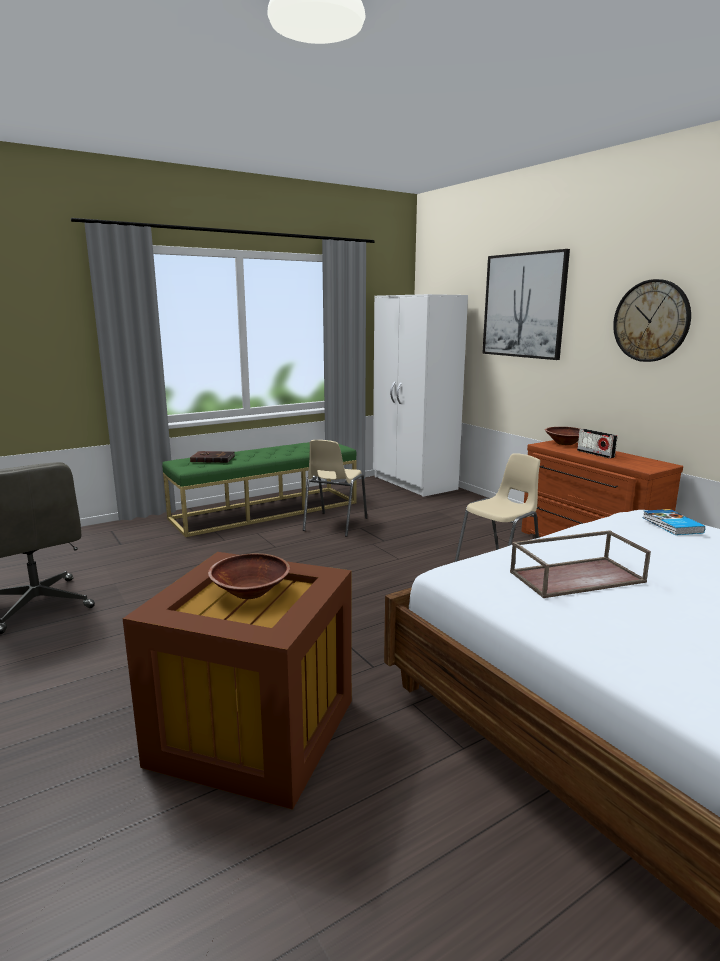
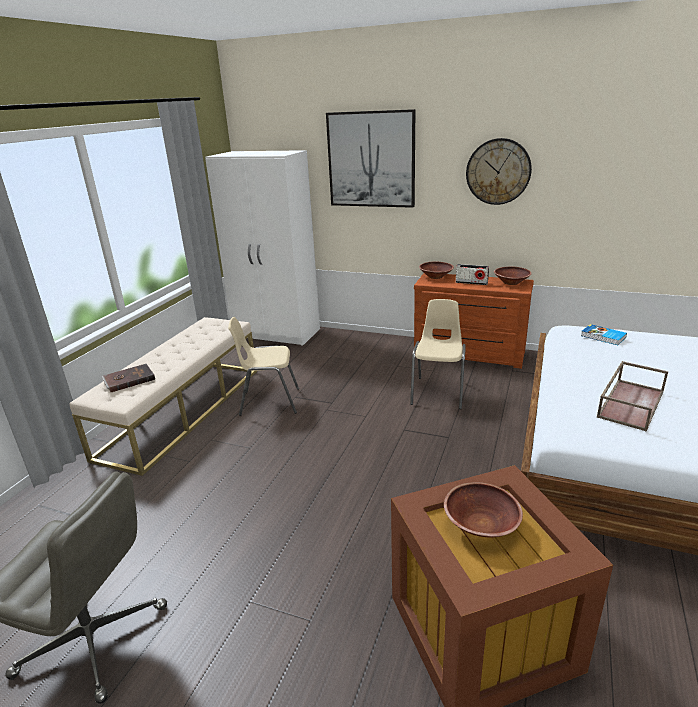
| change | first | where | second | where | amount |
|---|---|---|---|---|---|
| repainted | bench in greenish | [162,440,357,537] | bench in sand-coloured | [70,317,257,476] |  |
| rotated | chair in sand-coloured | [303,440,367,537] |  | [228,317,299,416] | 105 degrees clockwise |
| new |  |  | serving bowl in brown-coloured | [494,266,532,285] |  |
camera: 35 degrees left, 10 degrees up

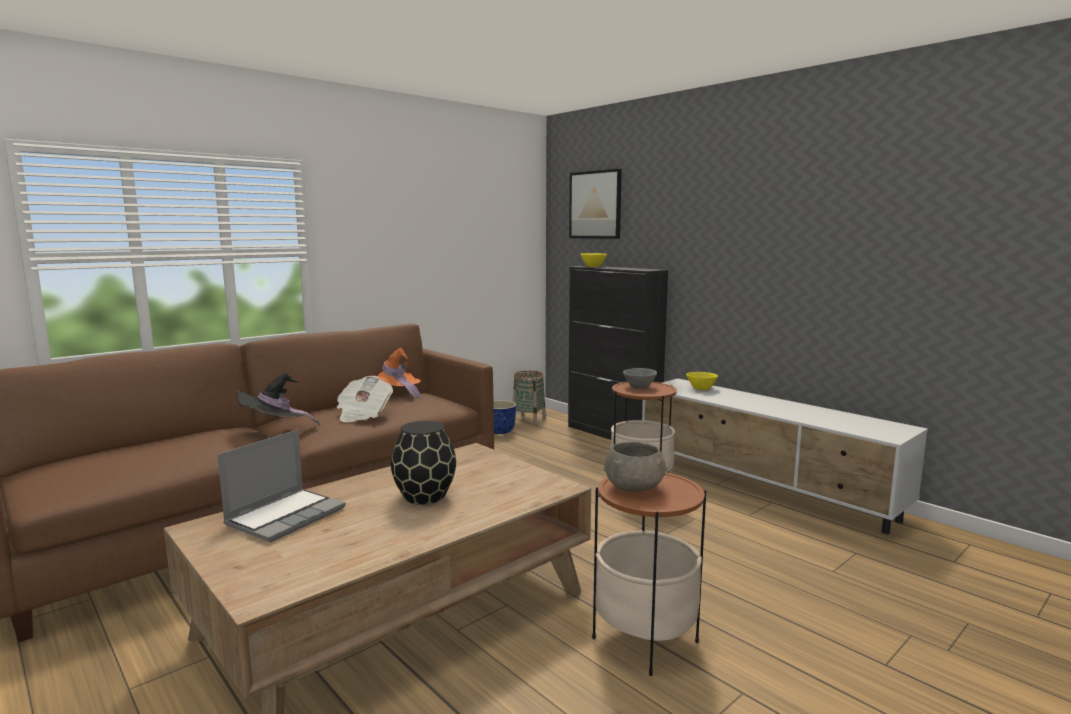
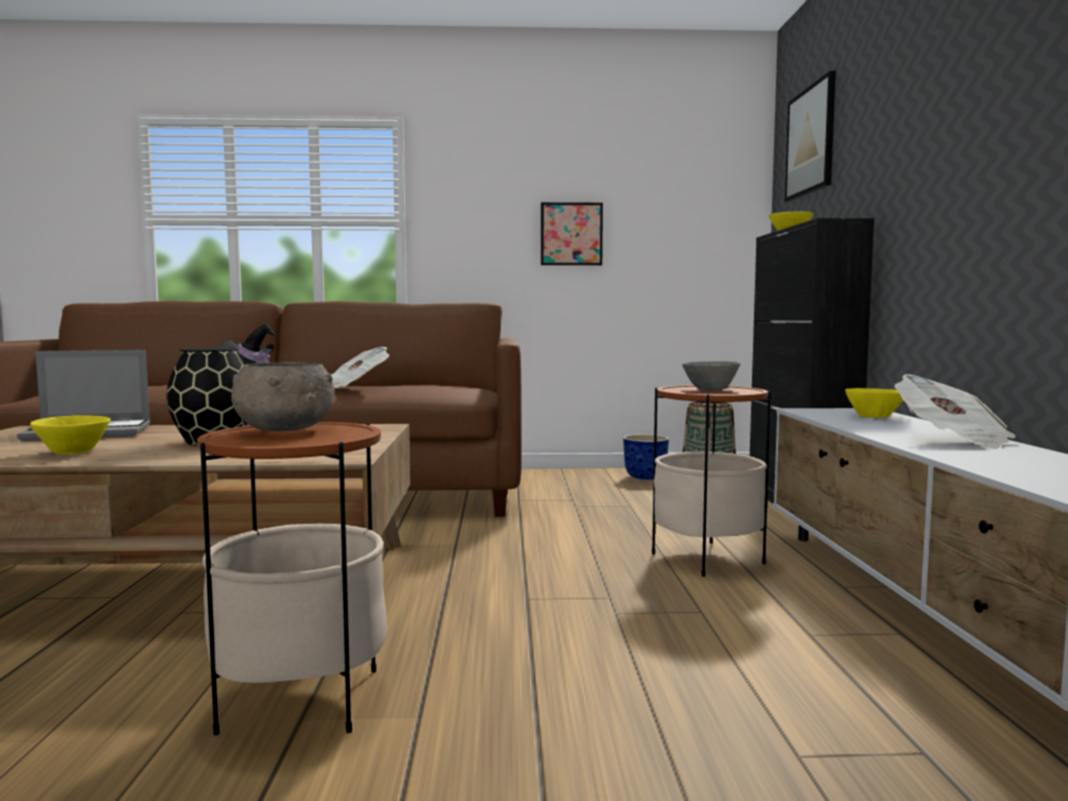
| change | first | where | second | where | amount |
|---|---|---|---|---|---|
| new |  |  | serving bowl in yellow-coloured | [30,415,111,454] |  |
| new |  |  | wall art | [541,202,603,265] |  |
| new |  |  | newspaper | [894,374,1016,450] |  |
| gone | wearable hat in orangey | [377,348,422,400] |  |  |  |
camera: 40 degrees right, 5 degrees down

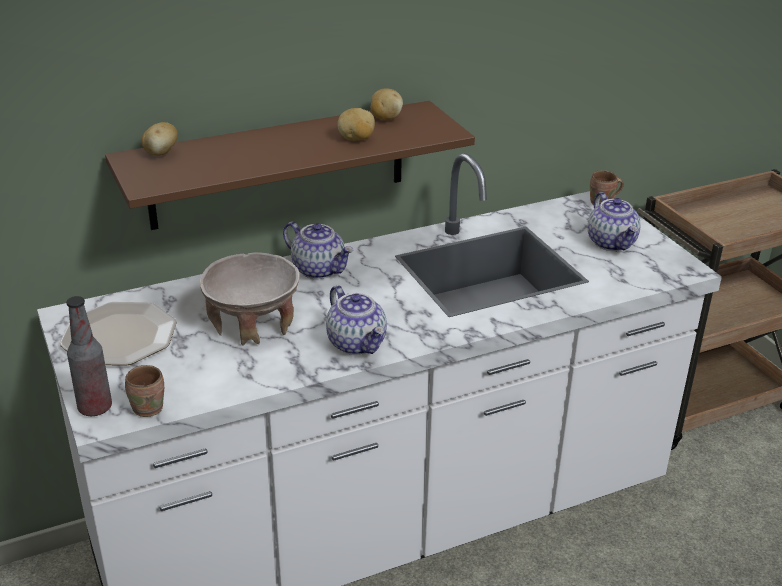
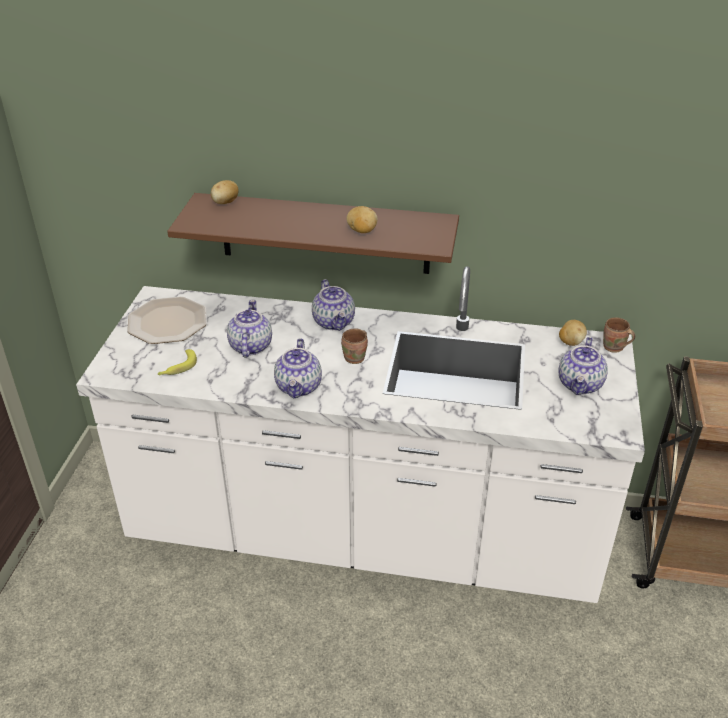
| change | first | where | second | where | amount |
|---|---|---|---|---|---|
| new |  |  | whole banana | [158,349,197,375] |  |
| swapped | serving bowl in sand-coloured | [200,252,300,345] | tea pot | [227,300,272,358] |  |
| shifted | coffee mug in brown-coloured | [125,365,164,417] |  | [341,328,368,364] |  |
| shifted | potato | [371,88,403,120] |  | [559,320,587,346] |  |
| gone | bottle | [66,296,112,416] |  |  |  |
camera: 35 degrees right, 5 degrees up

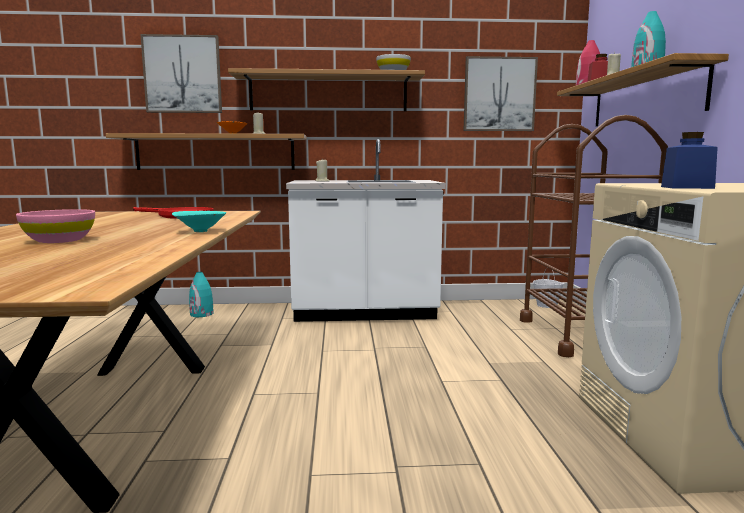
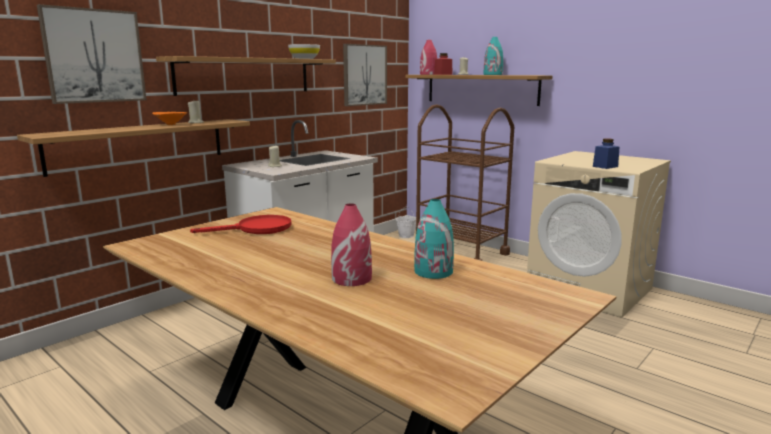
| change | first | where | second | where | amount |
|---|---|---|---|---|---|
| swapped | serving bowl in pink-coloured | [16,209,95,243] | vase in red | [331,203,372,286] |  |
| shifted | vase in turquoise | [189,272,213,317] |  | [414,199,454,279] |  |
| gone | serving bowl in turquoise | [172,211,226,232] |  |  |  |
camera: 45 degrees left, 5 degrees up

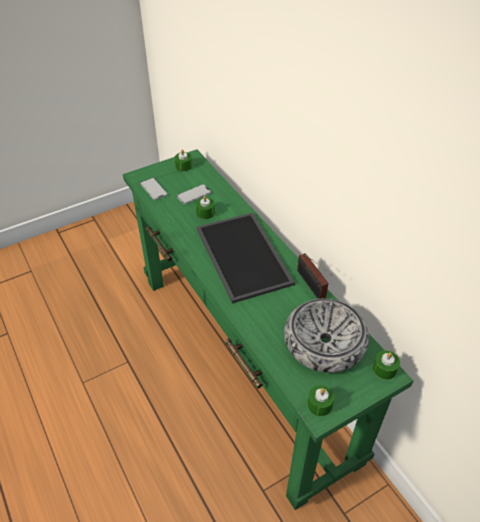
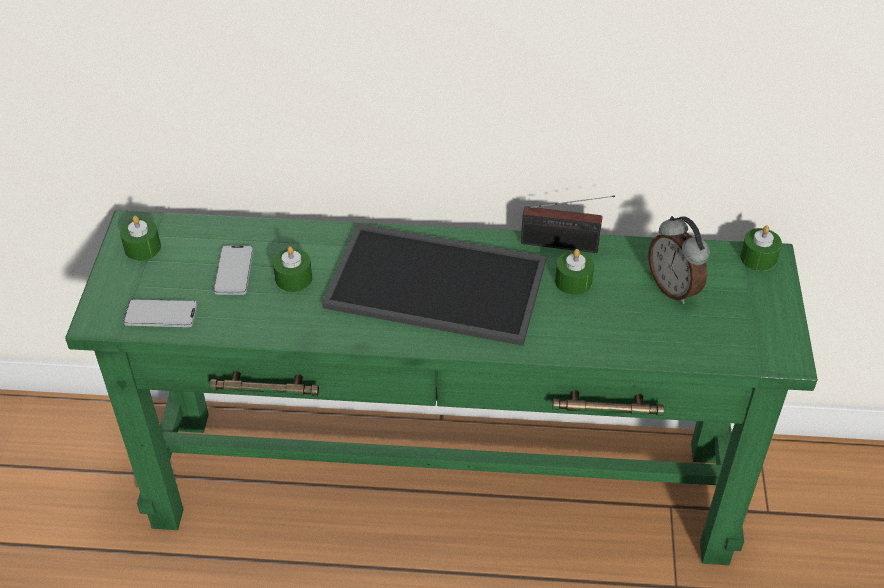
| change | first | where | second | where | amount |
|---|---|---|---|---|---|
| shifted | wax light in greenish | [307,385,334,416] |  | [555,249,594,295] |  |
| swapped | serving bowl | [284,299,369,373] | bedside clock | [648,216,710,304] |  |
camera: 55 degrees left, 0 degrees up

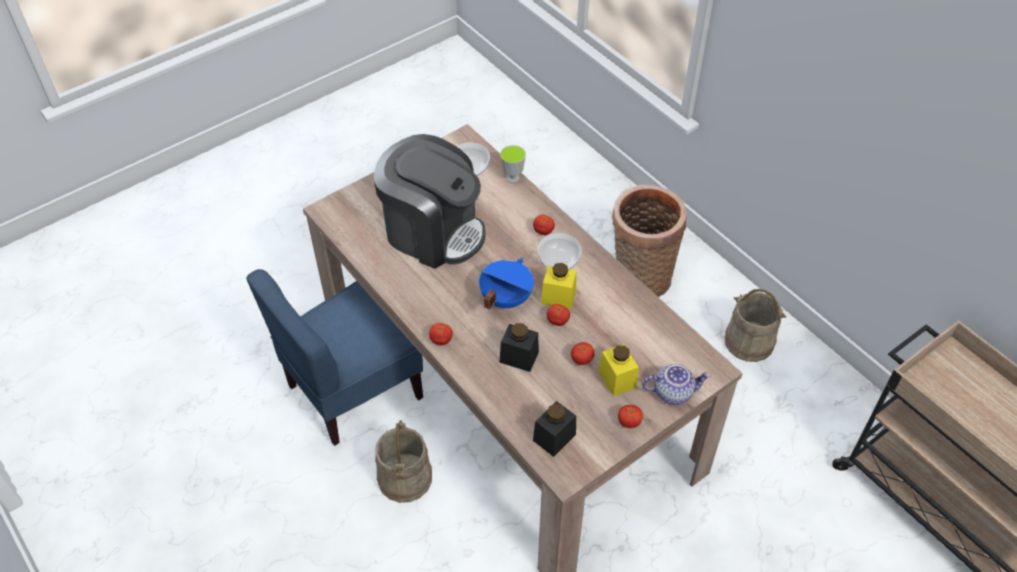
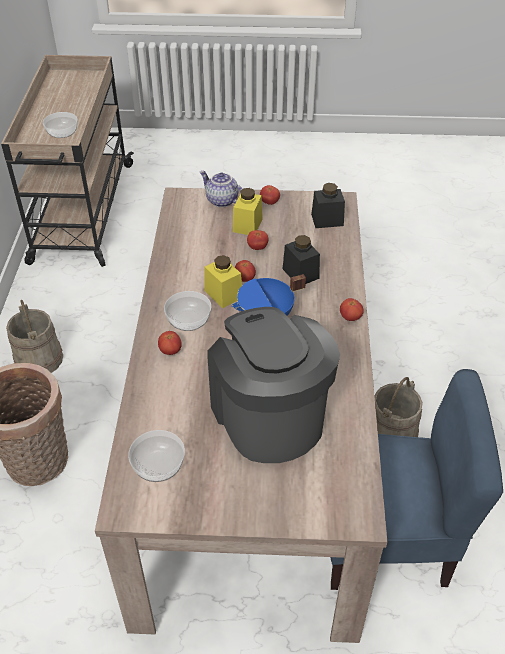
| change | first | where | second | where | amount |
|---|---|---|---|---|---|
| new |  |  | serving bowl | [43,112,78,138] |  |
| gone | drinking cup | [500,145,526,183] |  |  |  |
camera: 140 degrees left, 5 degrees down

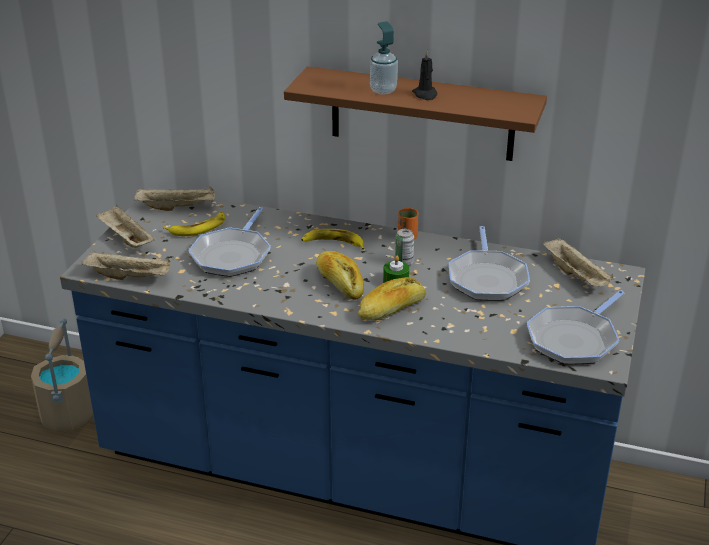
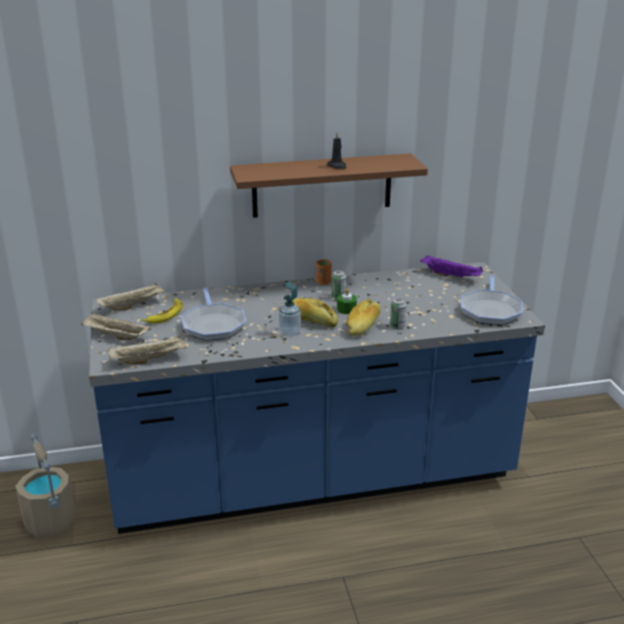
| change | first | where | second | where | amount |
|---|---|---|---|---|---|
| shifted | liquid soap bottle | [370,21,398,95] |  | [279,282,301,337] |  |
| new |  |  | sealed can | [390,298,407,329] |  |
| repainted | serving tray in sand-coloured | [543,238,613,287] | serving tray in purple | [420,255,483,277] |  |
| gone | whole banana | [301,229,365,250] |  |  |  |
| gone | pan | [449,226,530,301] |  |  |  |
camera: 30 degrees left, 5 degrees down

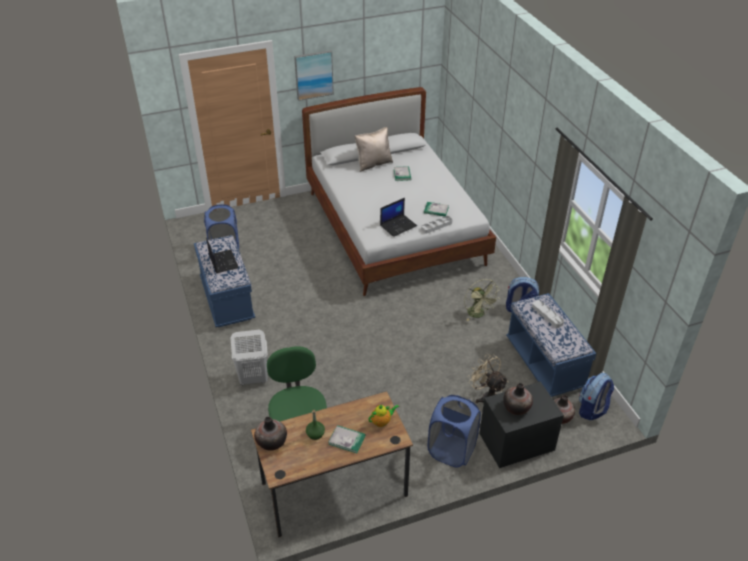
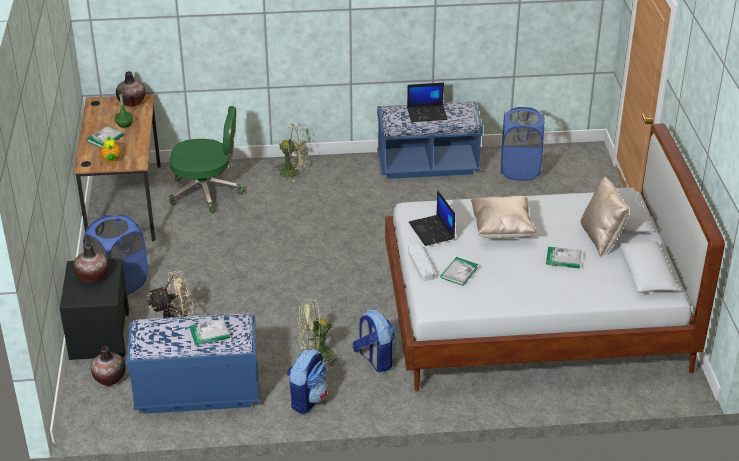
| change | first | where | second | where | amount |
|---|---|---|---|---|---|
| swapped | serving tray in greyish | [532,300,564,328] | volume | [190,319,230,345] |  |
| swapped | washing basket in white-coloured | [230,330,268,385] | cooling fan in greenish | [274,123,308,182] |  |
| shifted | knapsack | [579,373,614,420] |  | [353,309,396,372] |  |
| new |  |  | throw pillow in sand-coloured | [471,196,536,239] |  |
| gone | wall art | [294,50,334,101] |  |  |  |
camera: 105 degrees right, 5 degrees down

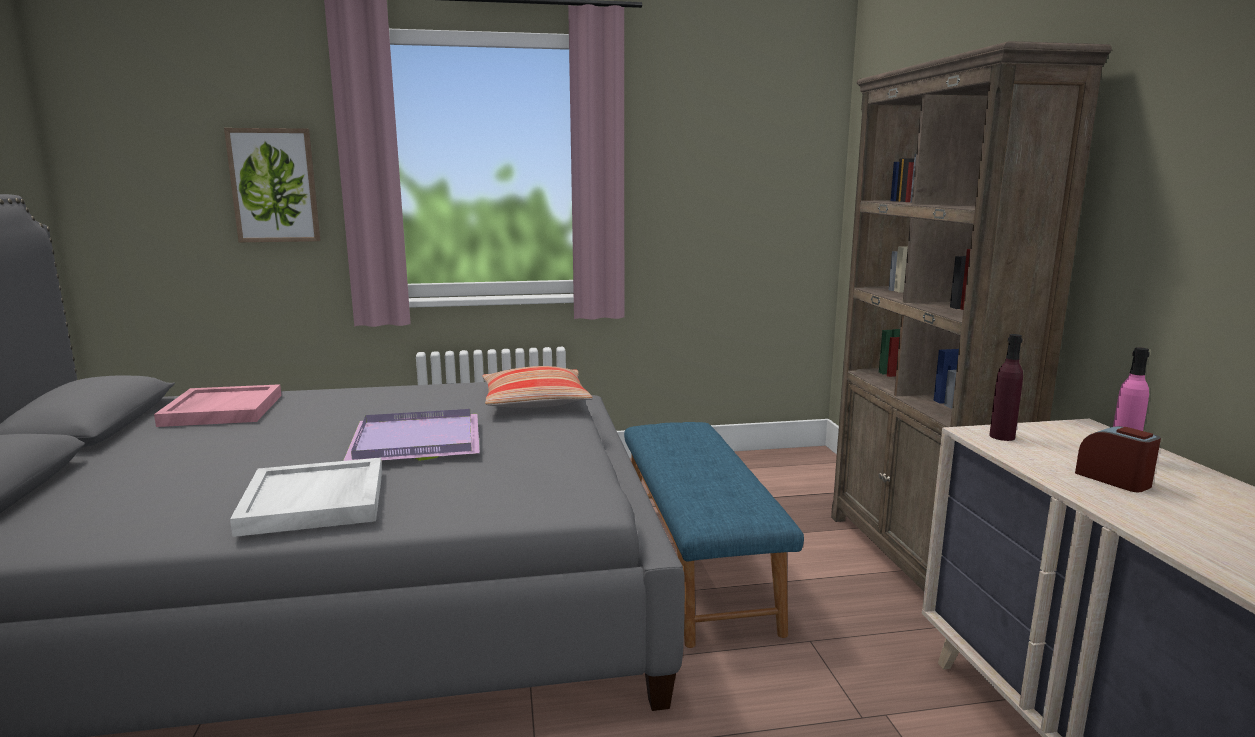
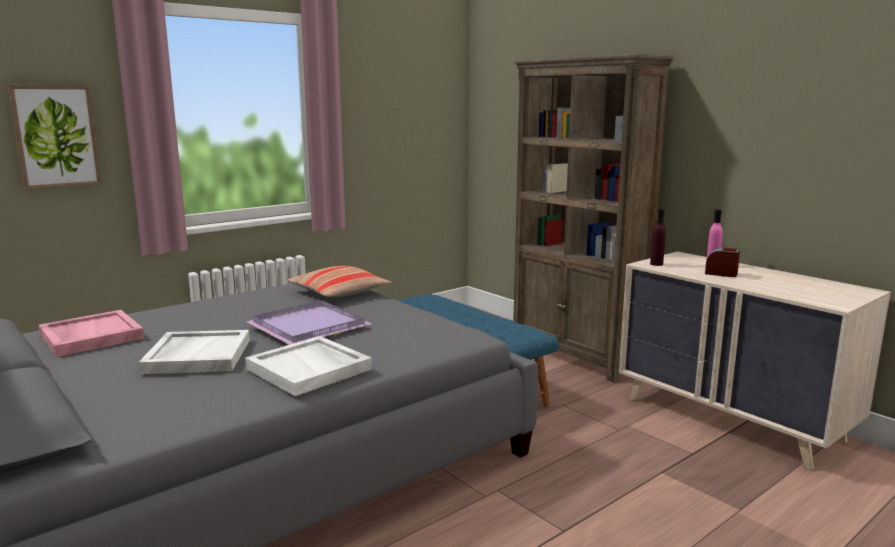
| change | first | where | second | where | amount |
|---|---|---|---|---|---|
| new |  |  | serving tray in white-coloured | [138,330,250,374] |  |
camera: 30 degrees left, 0 degrees up

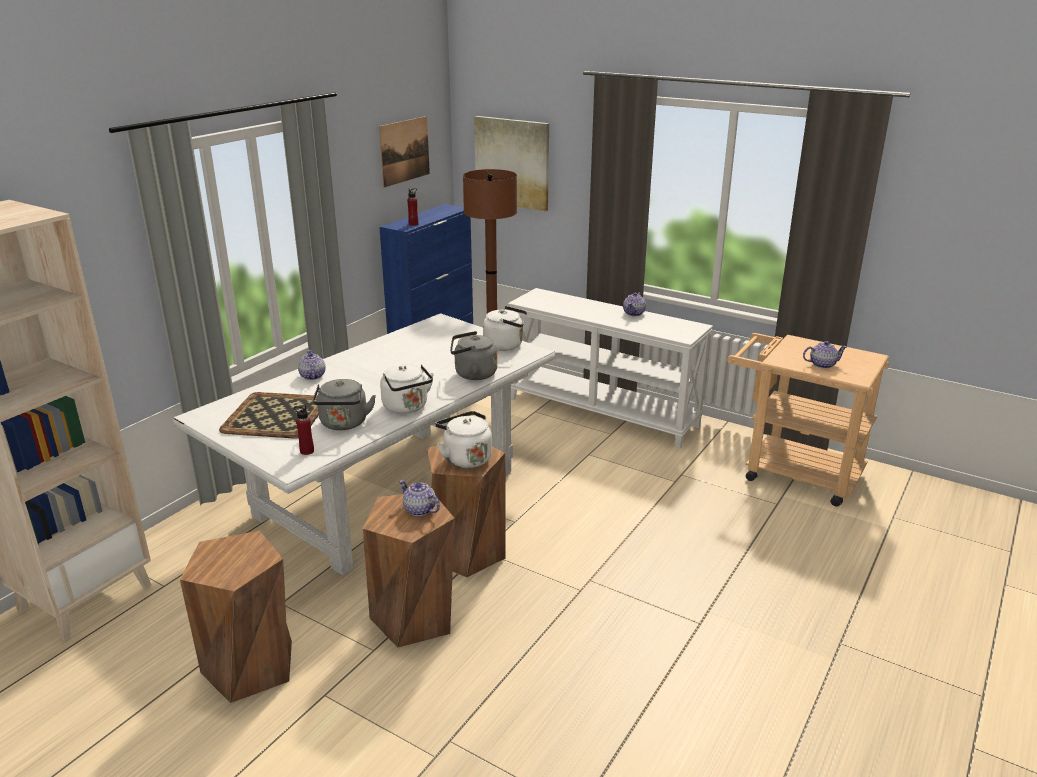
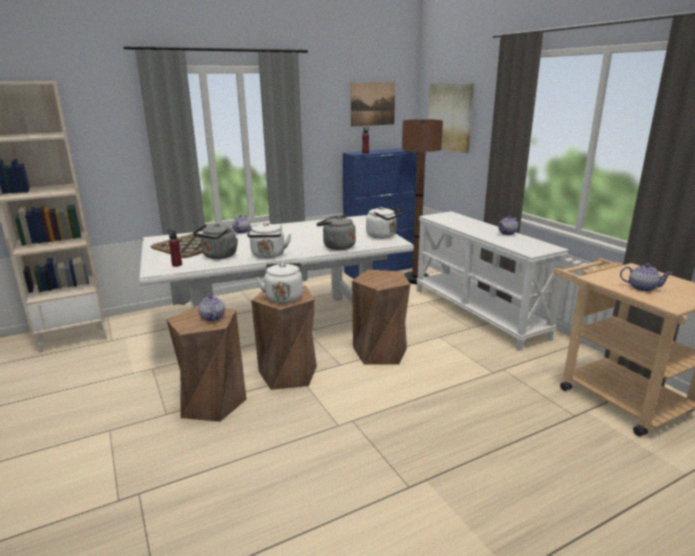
| change | first | where | second | where | amount |
|---|---|---|---|---|---|
| shifted | stool in brown-coloured | [180,530,292,703] |  | [352,270,410,365] |  |
camera: 30 degrees right, 5 degrees down

